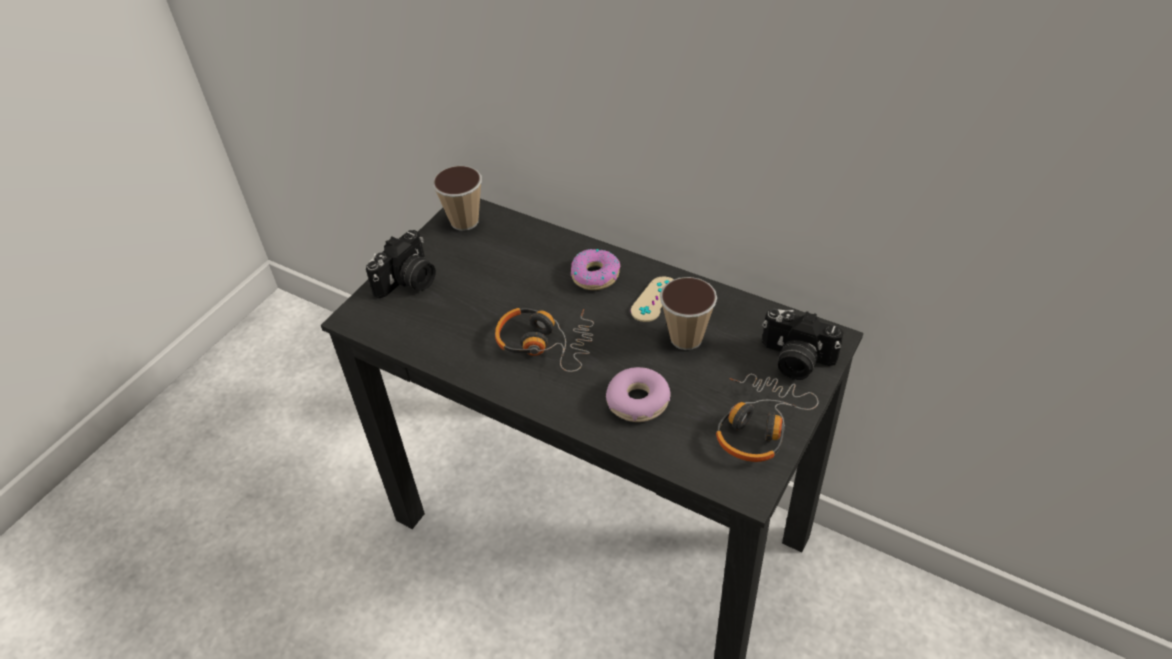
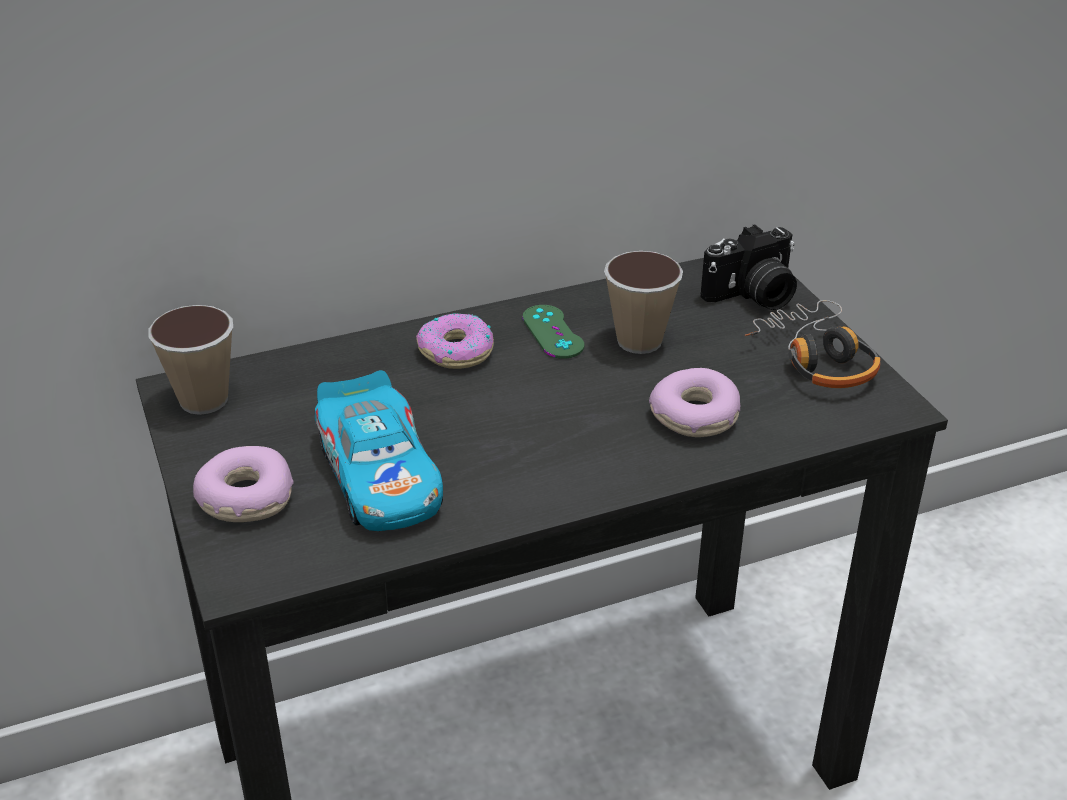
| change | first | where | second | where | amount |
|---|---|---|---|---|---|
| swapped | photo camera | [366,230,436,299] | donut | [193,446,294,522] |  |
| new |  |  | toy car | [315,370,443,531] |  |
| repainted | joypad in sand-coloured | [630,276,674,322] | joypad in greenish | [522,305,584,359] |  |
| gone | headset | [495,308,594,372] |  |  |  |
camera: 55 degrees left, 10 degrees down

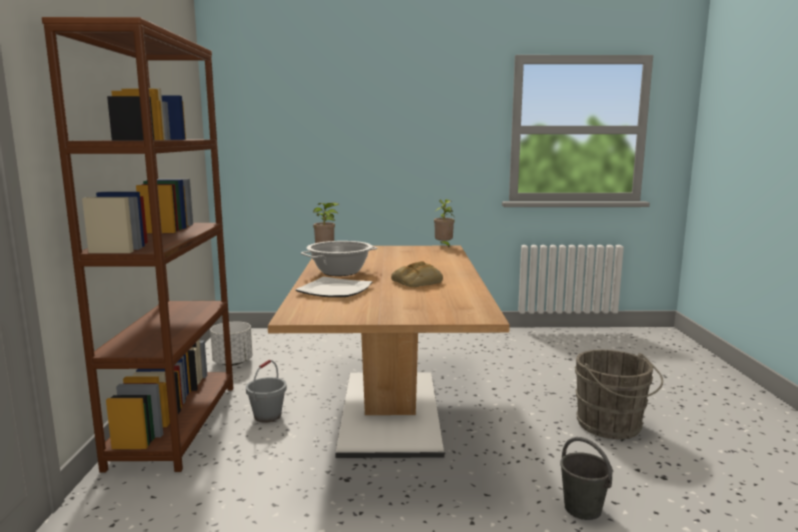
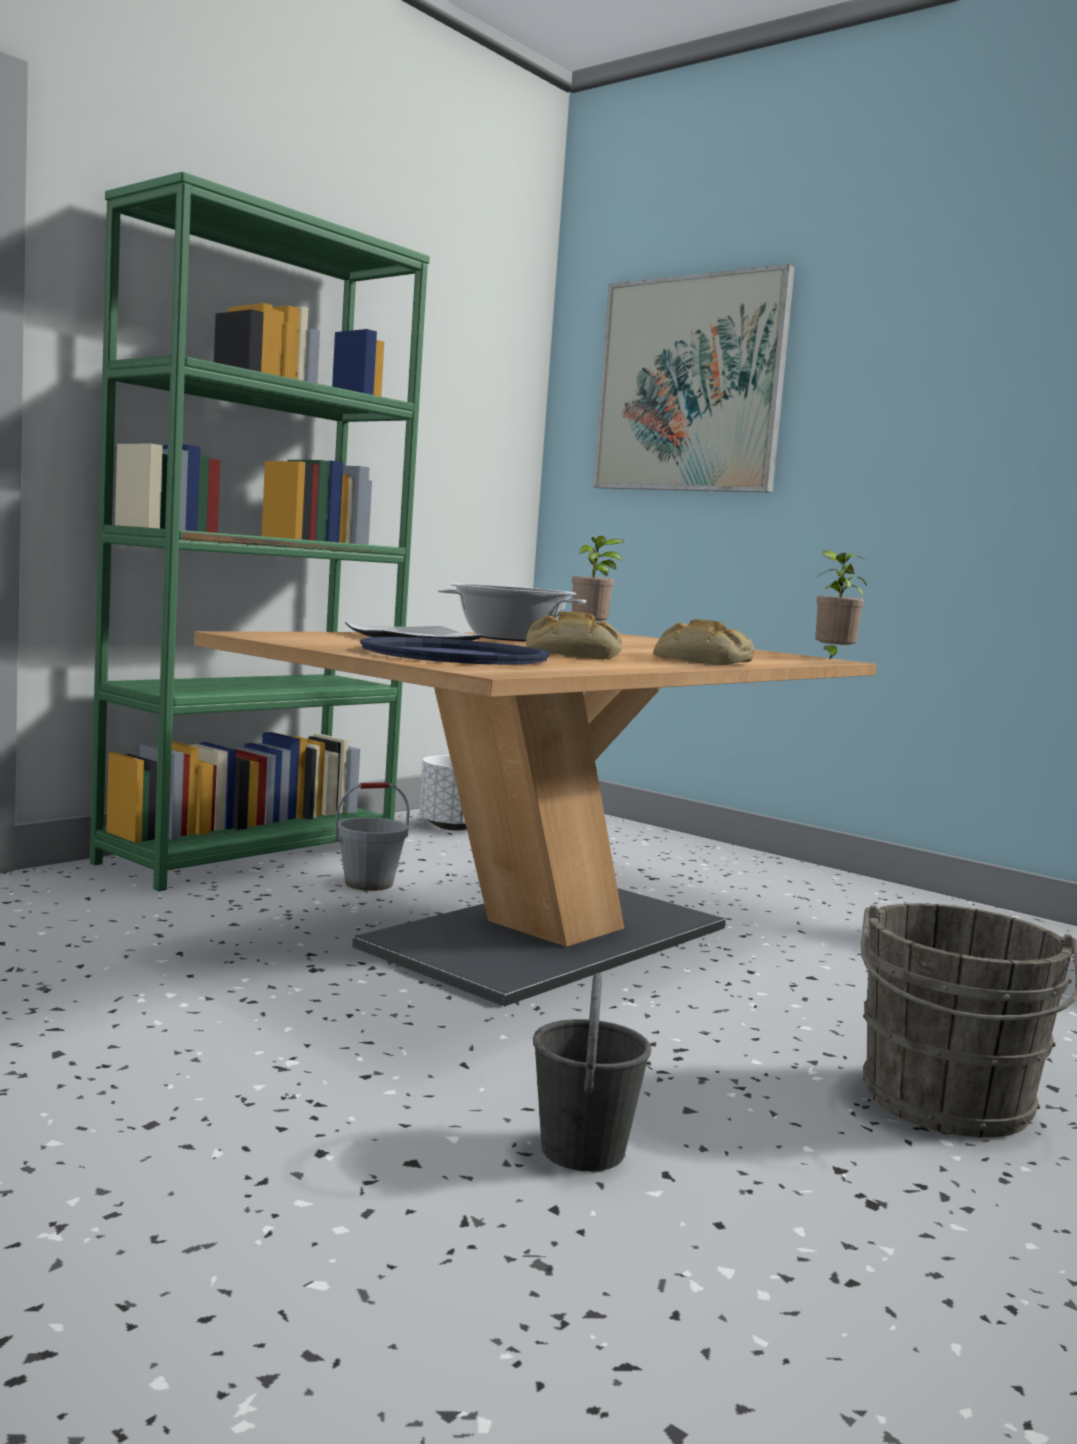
| change | first | where | second | where | amount |
|---|---|---|---|---|---|
| repainted | bookshelf in brown-coloured | [42,17,233,473] | bookshelf in greenish | [90,172,430,891] |  |
| new |  |  | serving tray in blue | [360,637,550,665] |  |
| new |  |  | wall art | [593,264,795,493] |  |
| new |  |  | baked bread | [653,619,755,665] |  |
camera: 40 degrees right, 5 degrees down

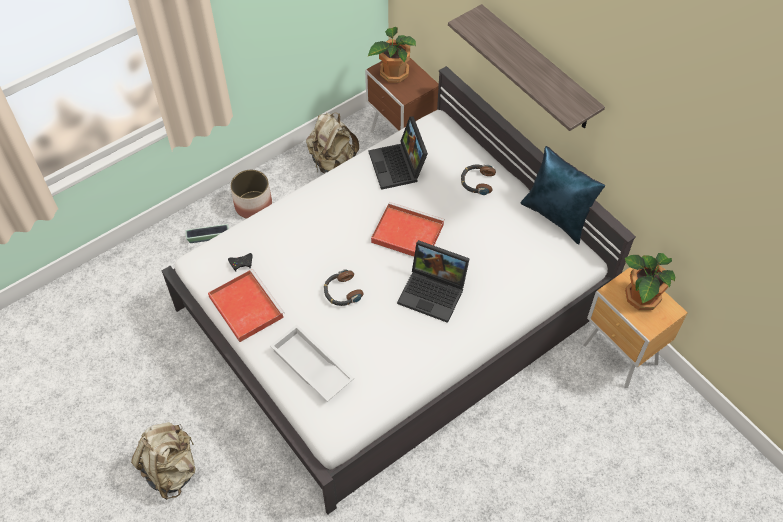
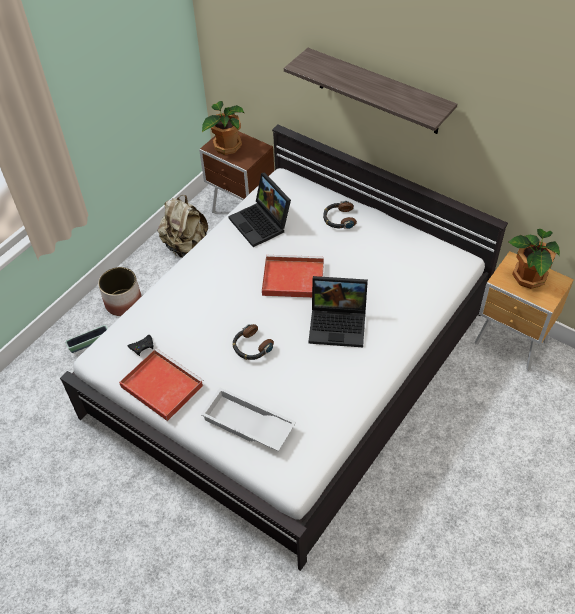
| change | first | where | second | where | amount |
|---|---|---|---|---|---|
| gone | knapsack in sand-coloured | [131,422,196,500] |  |  |  |
| gone | throw pillow in blue | [521,146,605,245] |  |  |  |
camera: 15 degrees left, 5 degrees down

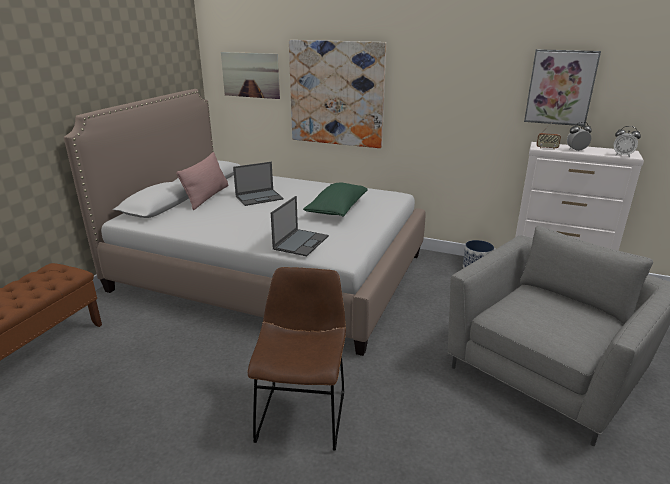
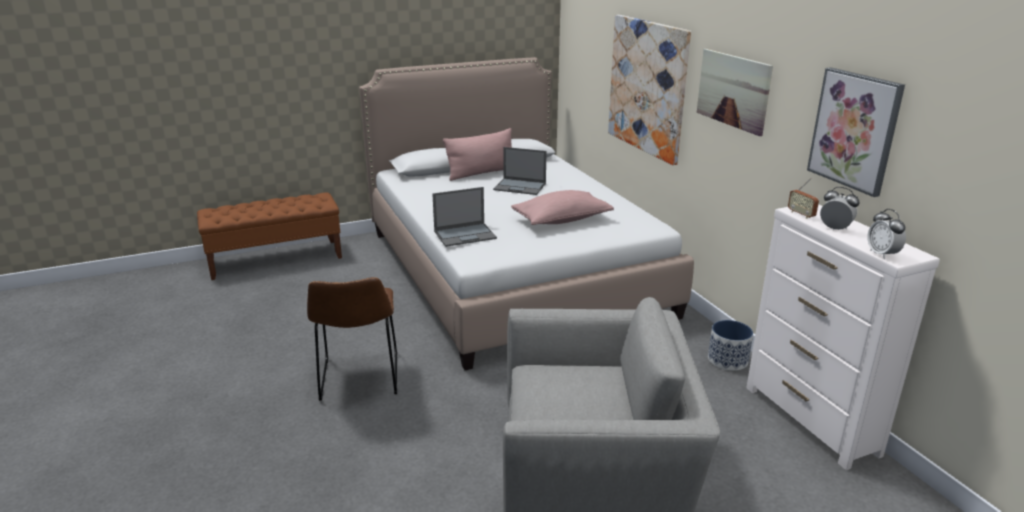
| change | first | where | second | where | amount |
|---|---|---|---|---|---|
| rotated | chair in brown-coloured | [247,267,346,451] |  | [307,277,397,401] | 120 degrees clockwise |
| repainted | throw pillow in greenish | [303,183,367,217] | throw pillow in pink-coloured | [511,190,614,225] |  |
| shifted | wall art | [221,52,280,99] |  | [697,49,773,136] |  |
camera: 45 degrees right, 0 degrees up

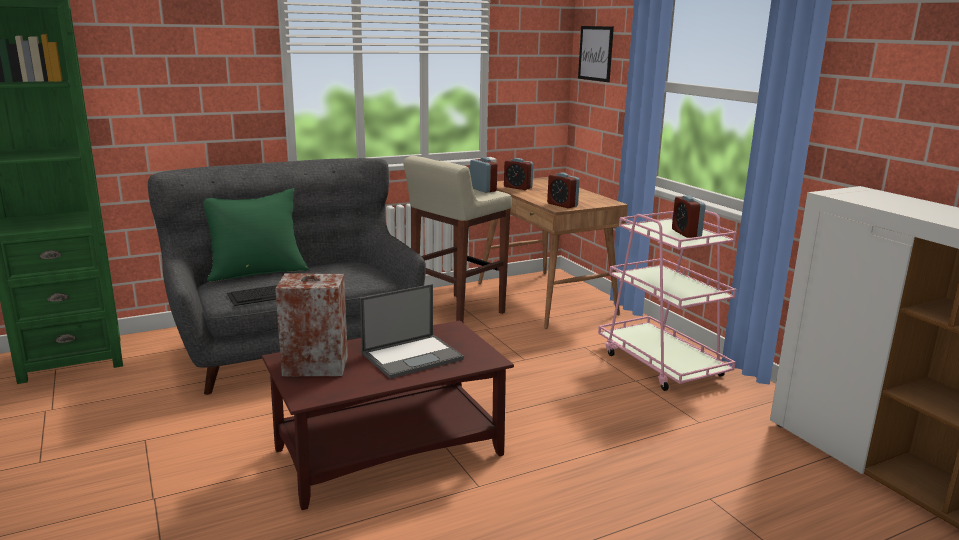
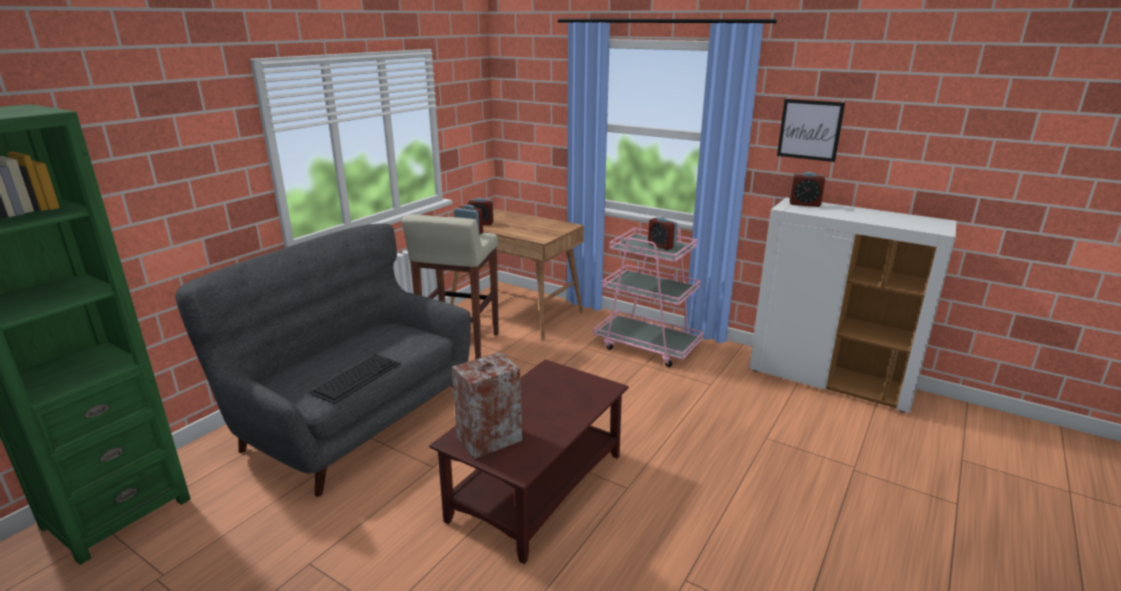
| change | first | where | second | where | amount |
|---|---|---|---|---|---|
| shifted | wall art | [578,26,614,82] |  | [777,99,845,162] |  |
| shifted | bedside clock | [547,173,580,208] |  | [790,172,825,207] |  |
| gone | throw pillow in greenish | [203,188,309,281] |  |  |  |
| gone | portable computer | [360,284,464,379] |  |  |  |
camera: 30 degrees left, 5 degrees up

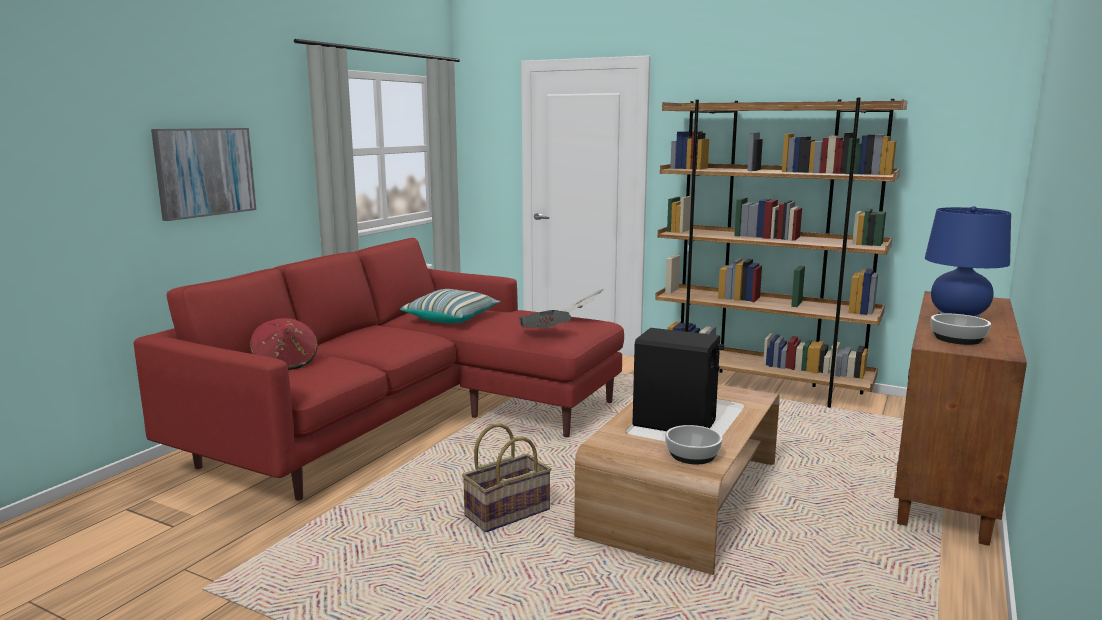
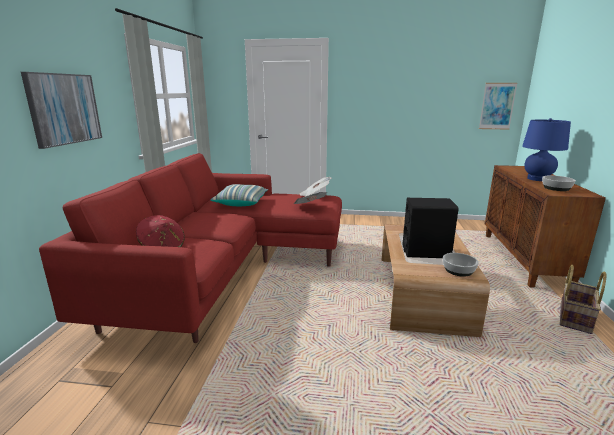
| change | first | where | second | where | amount |
|---|---|---|---|---|---|
| new |  |  | wall art | [479,83,517,129] |  |
| shifted | storage basket | [462,423,551,532] |  | [560,265,606,334] |  |
| gone | bookshelf in brown-coloured | [655,98,908,408] |  |  |  |
camera: 20 degrees left, 5 degrees up

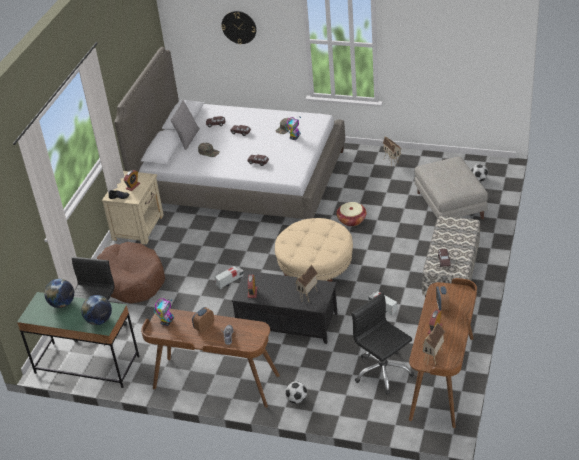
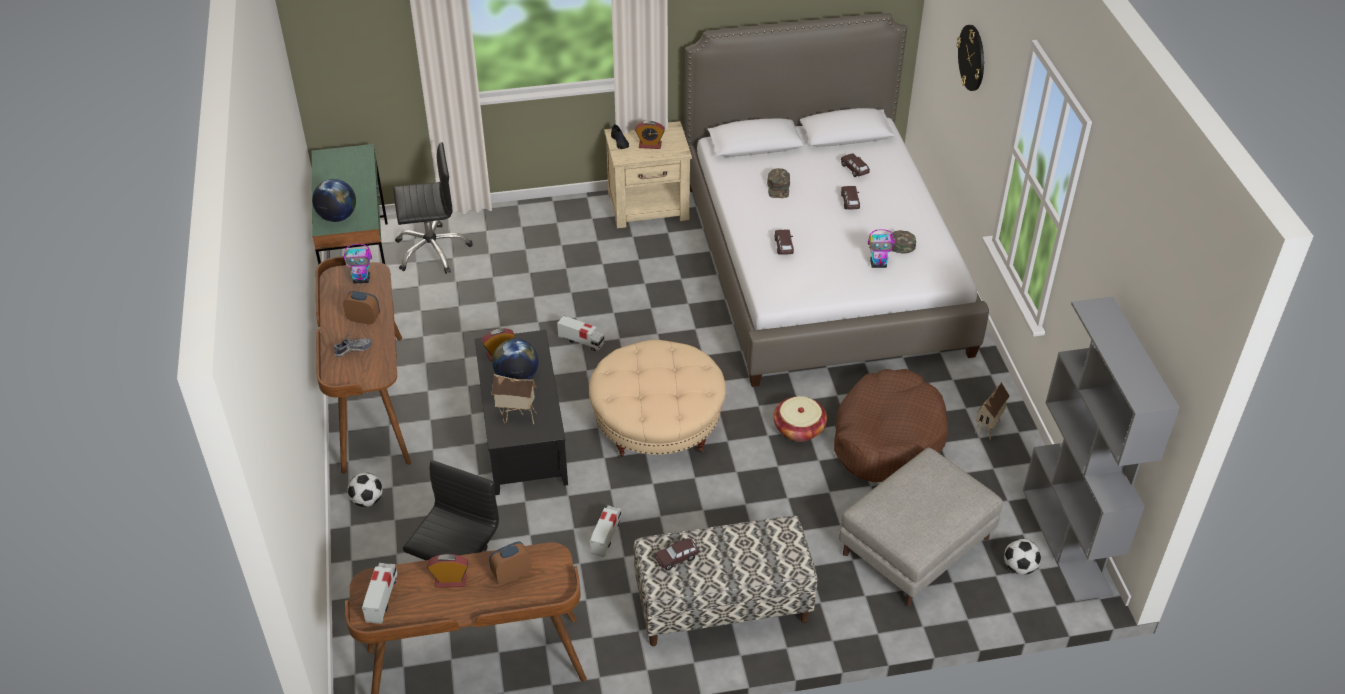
| change | first | where | second | where | amount |
|---|---|---|---|---|---|
| swapped | miniature house | [422,322,445,365] | toy truck | [362,563,398,624] |  |
| shifted | world globe | [44,279,74,308] |  | [492,339,538,380] |  |
| shifted | pet bed in brown-coloured | [97,242,165,304] |  | [834,369,948,482] |  |
| new |  |  | bookshelf in greyish | [1023,296,1180,601] |  |
| gone | throw pillow in greyish | [170,100,200,150] |  |  |  |
camera: 60 degrees right, 5 degrees up

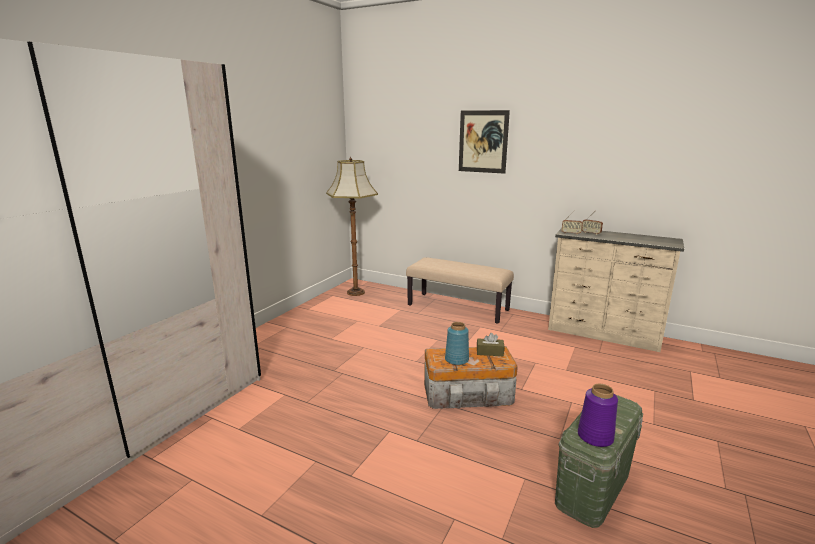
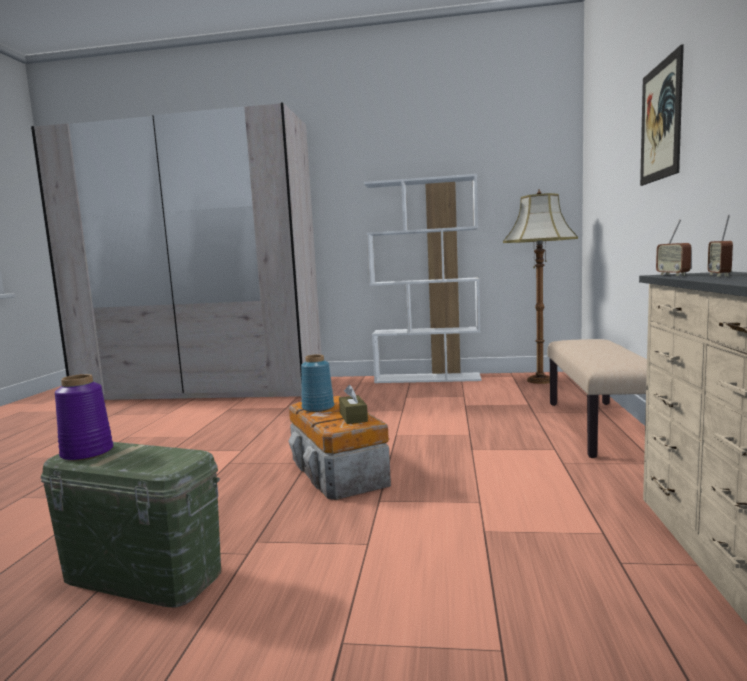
| change | first | where | second | where | amount |
|---|---|---|---|---|---|
| new |  |  | bookshelf in white-coloured | [364,174,481,383] |  |
camera: 70 degrees right, 10 degrees down

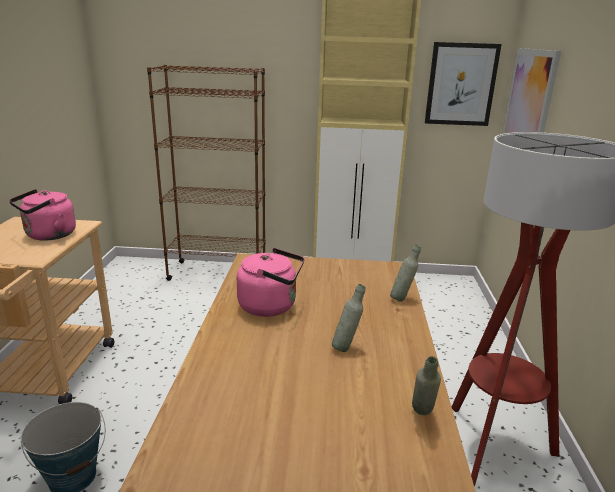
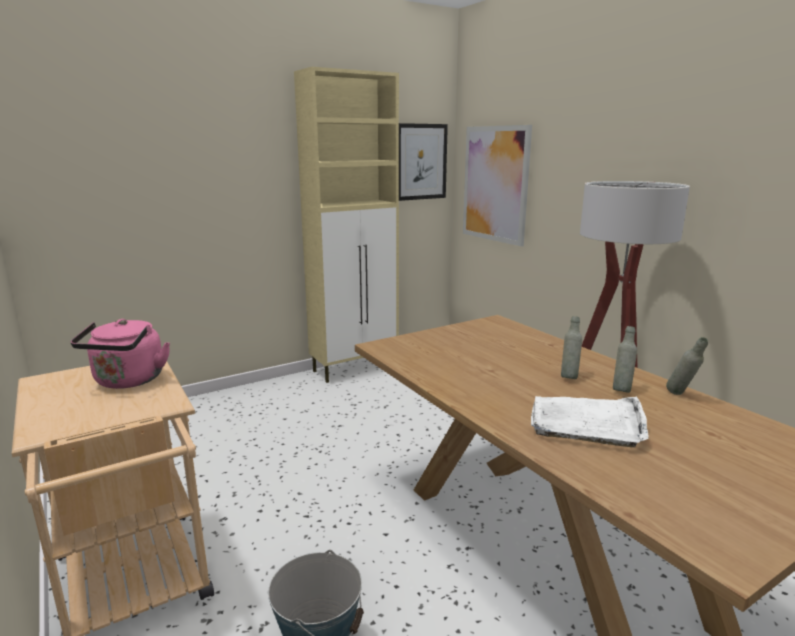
| change | first | where | second | where | amount |
|---|---|---|---|---|---|
| new |  |  | serving tray in white-coloured | [531,396,649,447] |  |
| shifted | bottle in greyish | [390,245,421,302] |  | [613,326,637,393] |  |
| gone | bookshelf in brown-coloured | [147,65,266,281] |  |  |  |
| gone | tea kettle in pink-coloured | [237,248,304,317] |  |  |  |
camera: 35 degrees left, 5 degrees down

